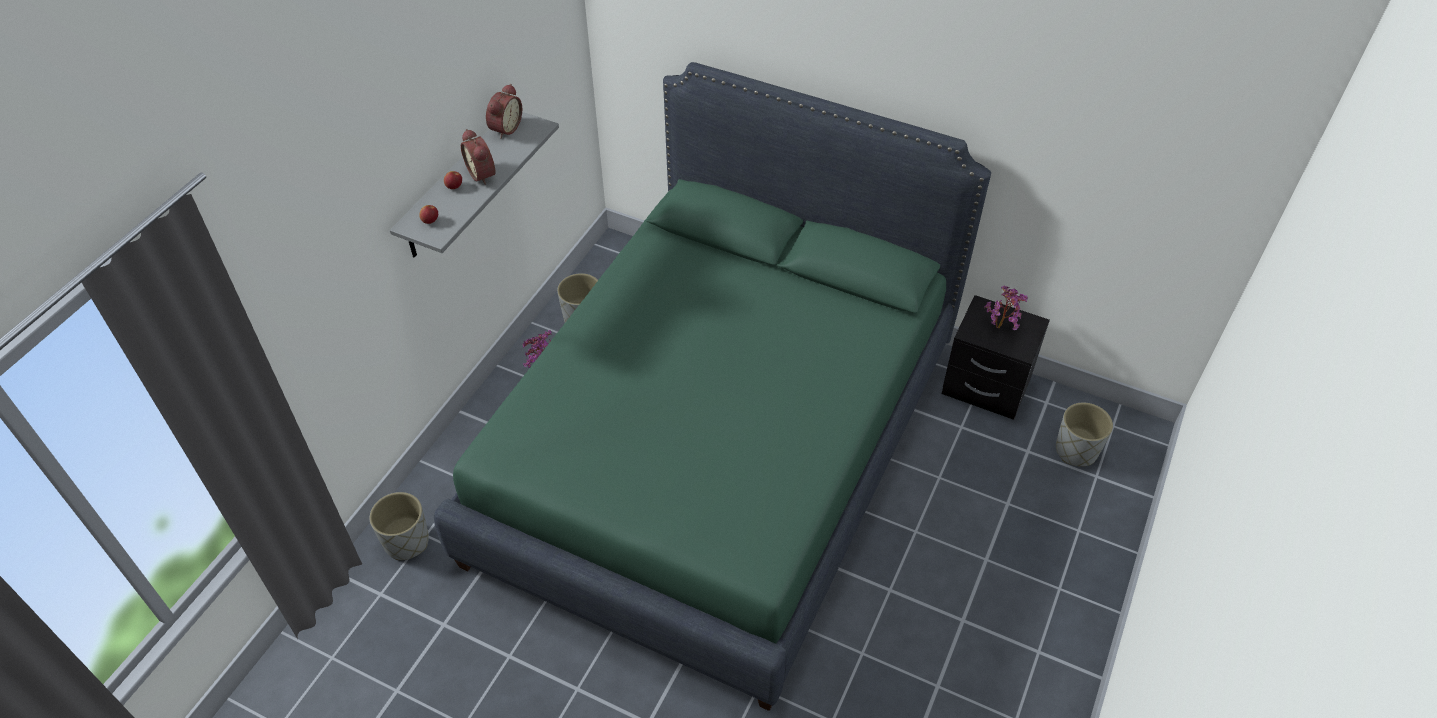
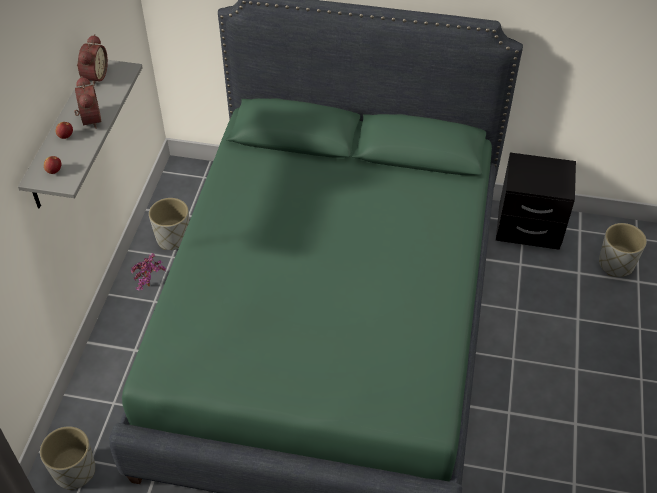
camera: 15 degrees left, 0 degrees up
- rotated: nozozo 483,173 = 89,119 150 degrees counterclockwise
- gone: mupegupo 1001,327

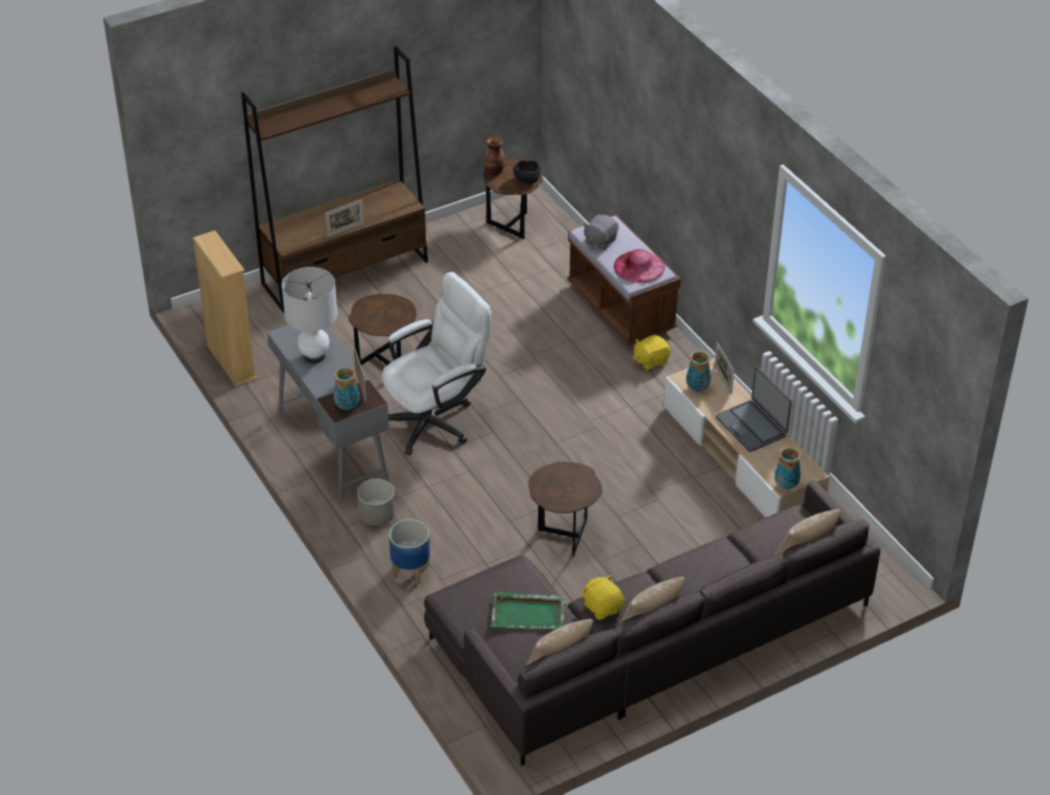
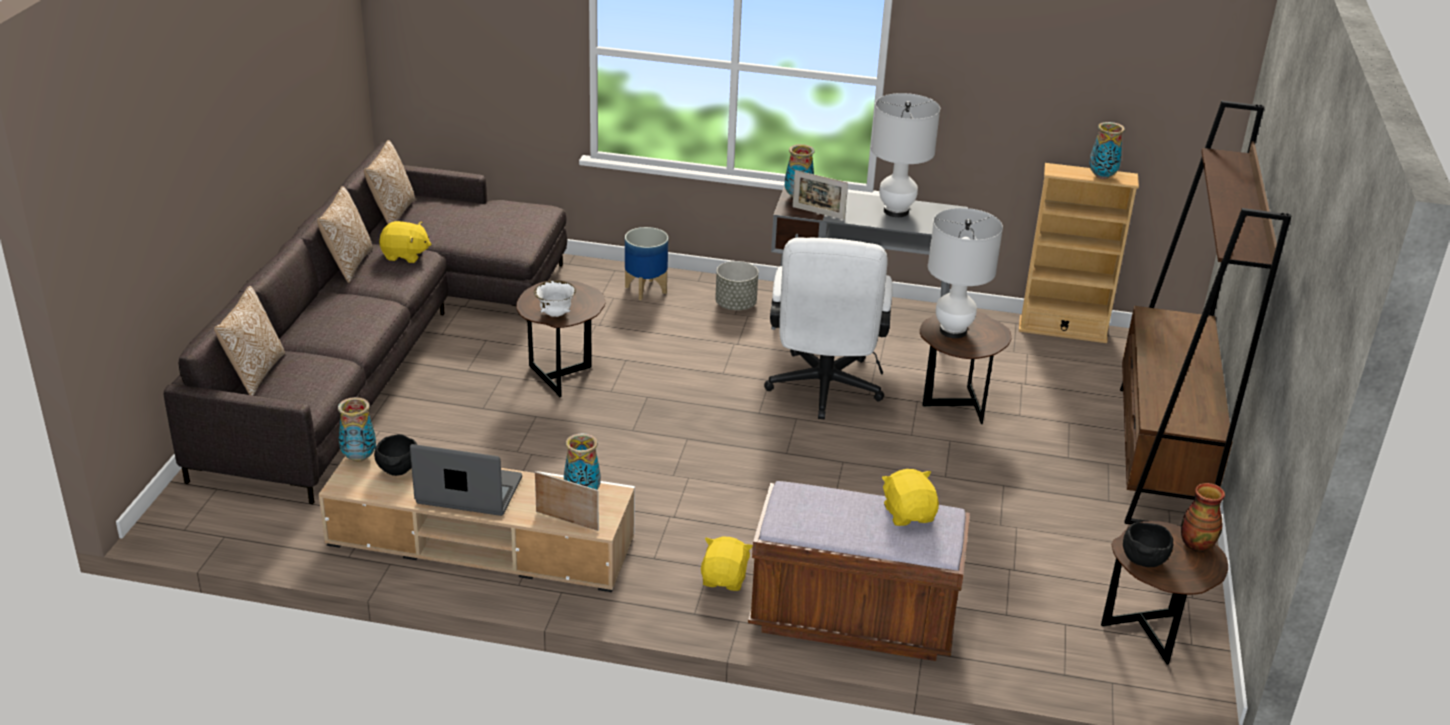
camera: 130 degrees right, 10 degrees down
- new: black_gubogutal 398,471
- new: white_gubogutal 555,314
- repainted: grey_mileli 600,241 to yellow_mileli 909,514
- new: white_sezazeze 952,331
- new: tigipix 1101,176
- gone: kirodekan 345,230
- gone: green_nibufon 529,613
- gone: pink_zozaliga 639,267

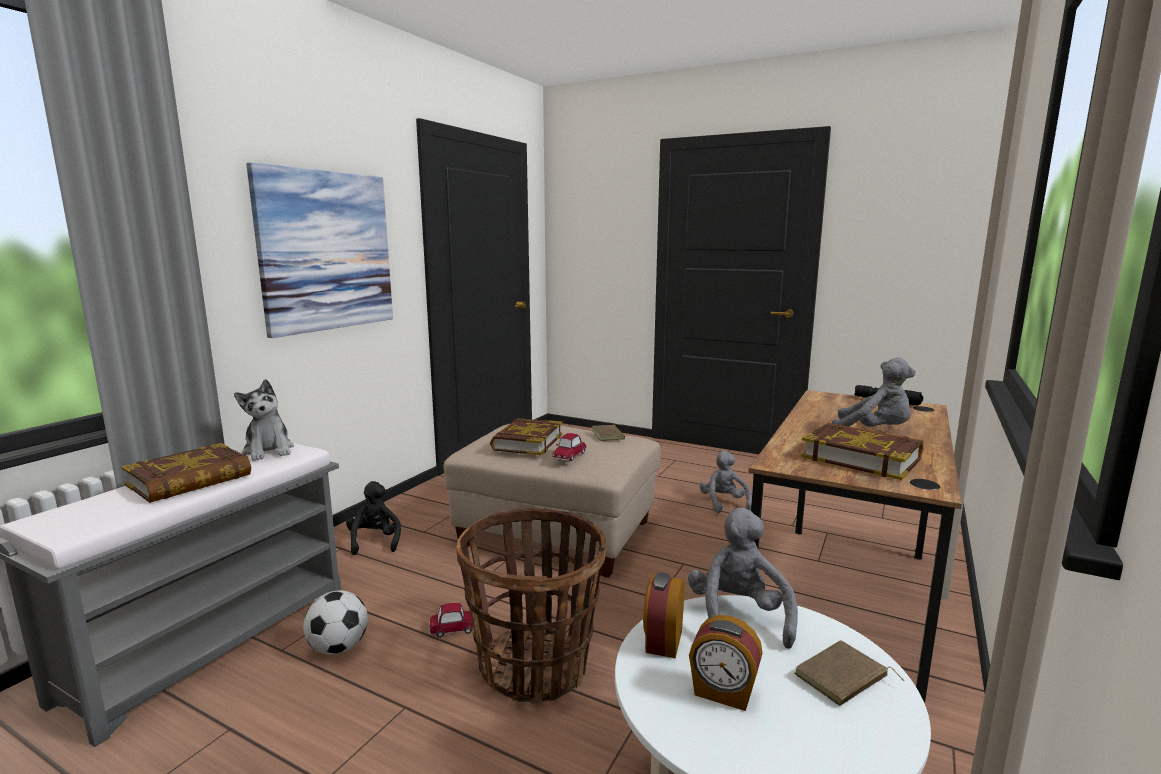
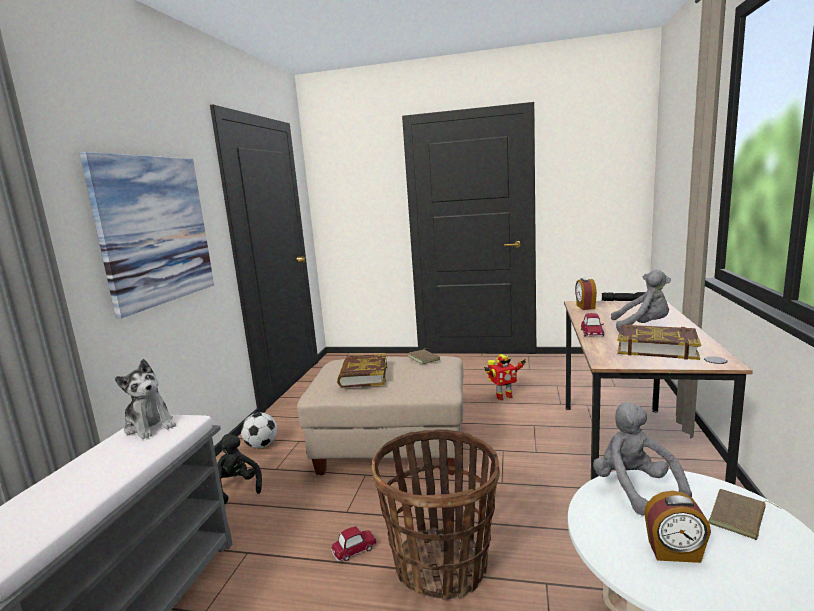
camera: 15 degrees left, 0 degrees up
- shifted: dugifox 338,648 to 261,445
- swapped: grey_mileli 724,503 to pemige 503,396
- shifted: nozozo 662,641 to 585,307
- shifted: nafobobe 569,455 to 592,333
- gone: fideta 190,480

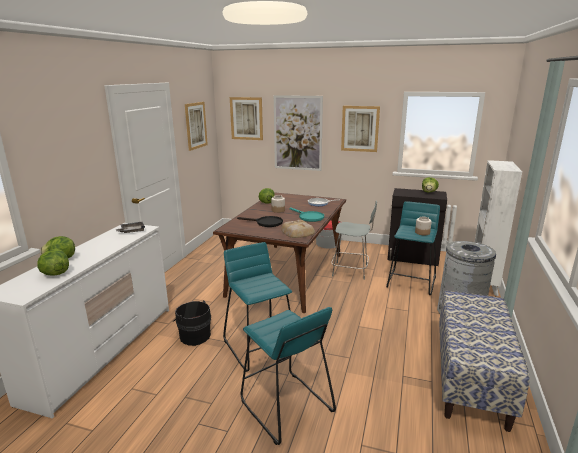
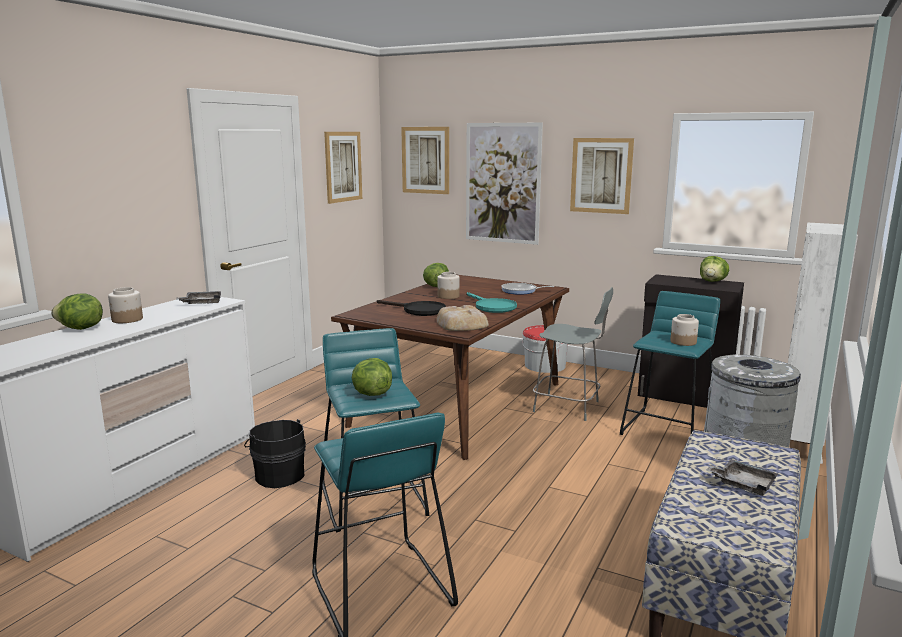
camera: 10 degrees right, 5 degrees down
- new: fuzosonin 127,319
- shifted: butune 55,273 to 371,394
- new: grey_nibufon 743,484

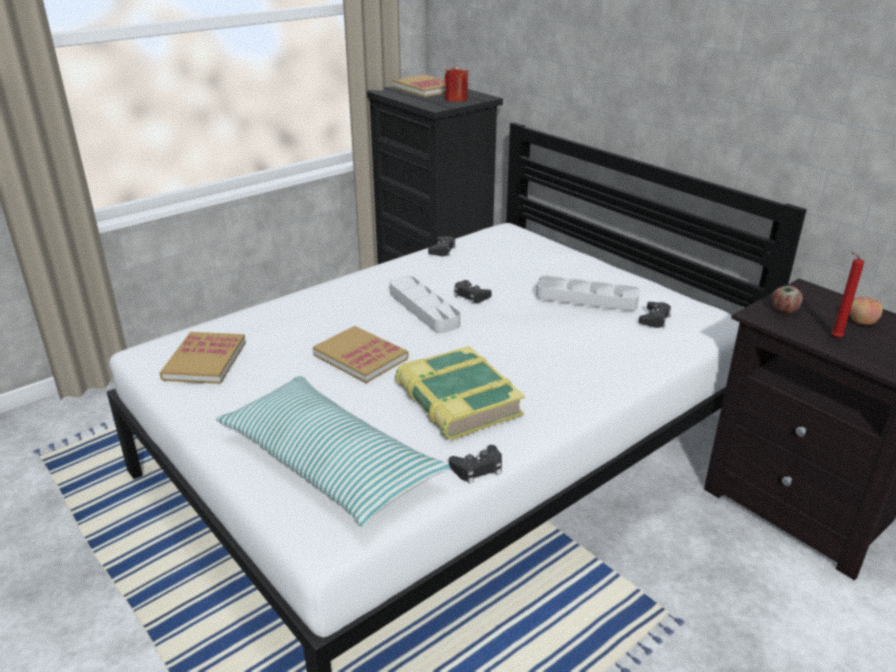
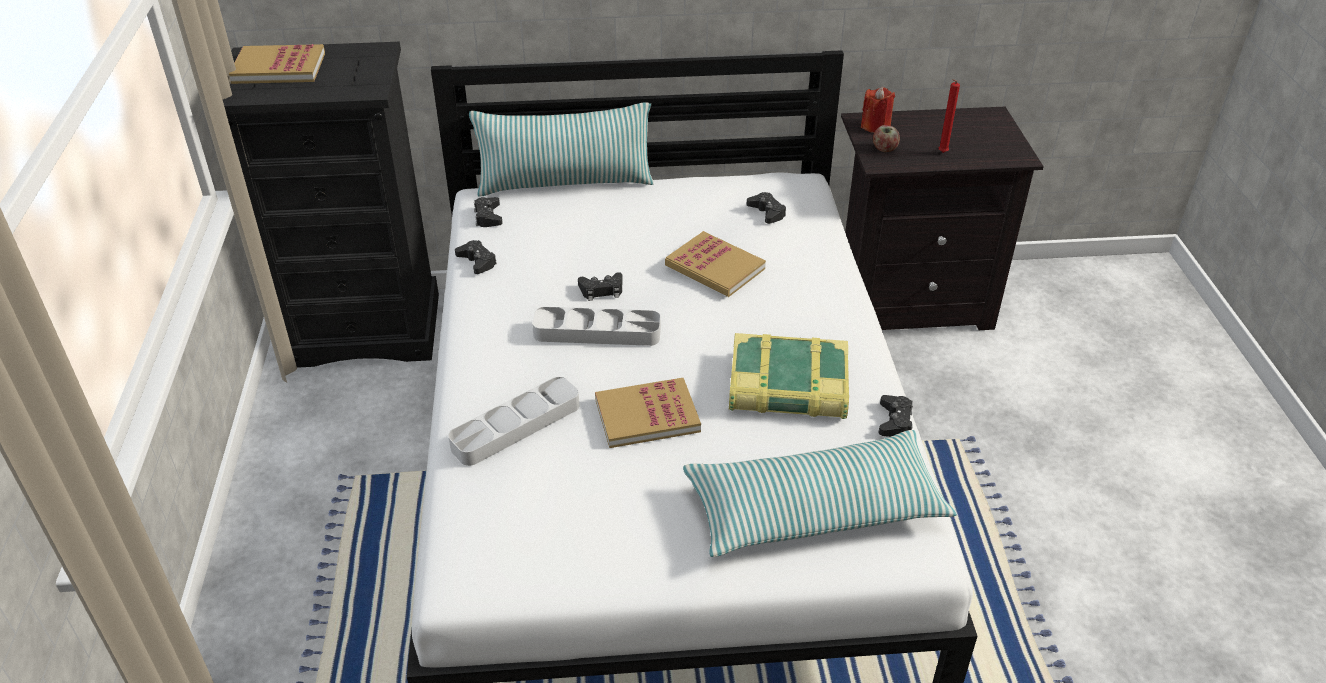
camera: 55 degrees left, 10 degrees up
- shifted: grey_nibufon 586,298 to 516,426
- new: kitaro 565,183
- new: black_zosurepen 488,217
- shifted: fideta 205,361 to 715,267
- shifted: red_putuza 456,99 to 875,126
- gone: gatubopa 861,322

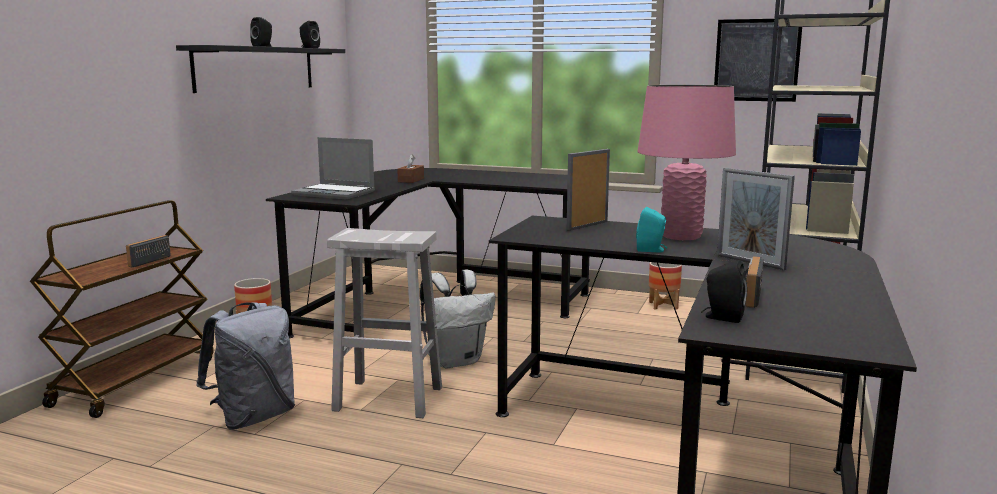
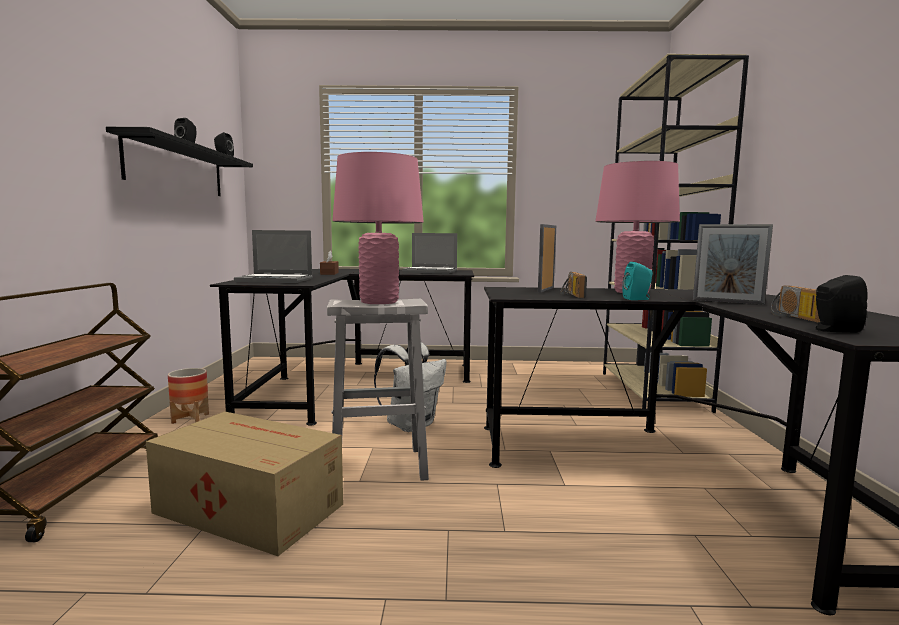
camera: 20 degrees left, 5 degrees down
- swapped: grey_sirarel 254,417 to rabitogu 248,507
- new: pink_sezazeze 379,302
- new: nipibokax 431,272
- shifted: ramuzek 147,260 to 571,295
- gone: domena 663,305
- gone: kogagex 756,60

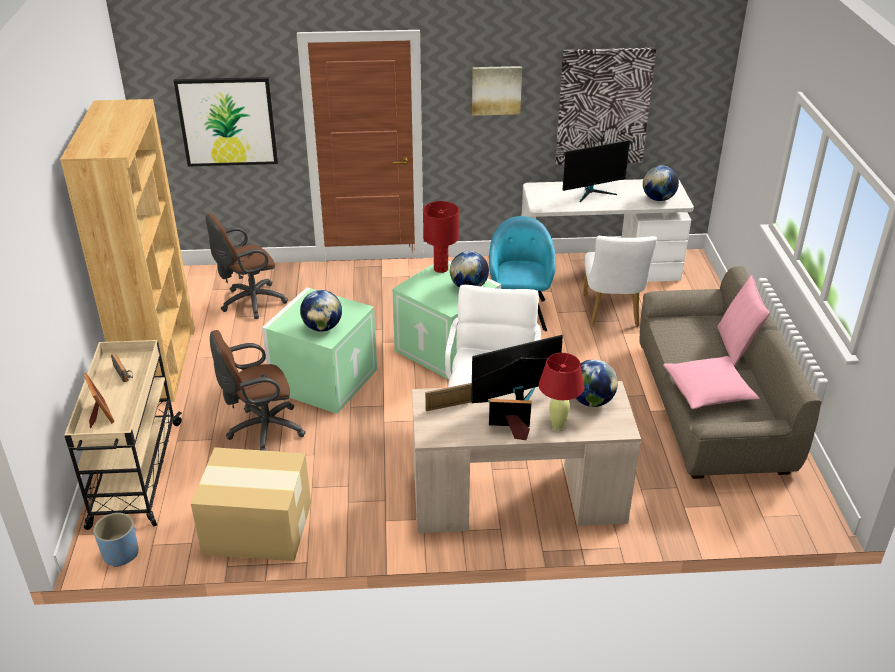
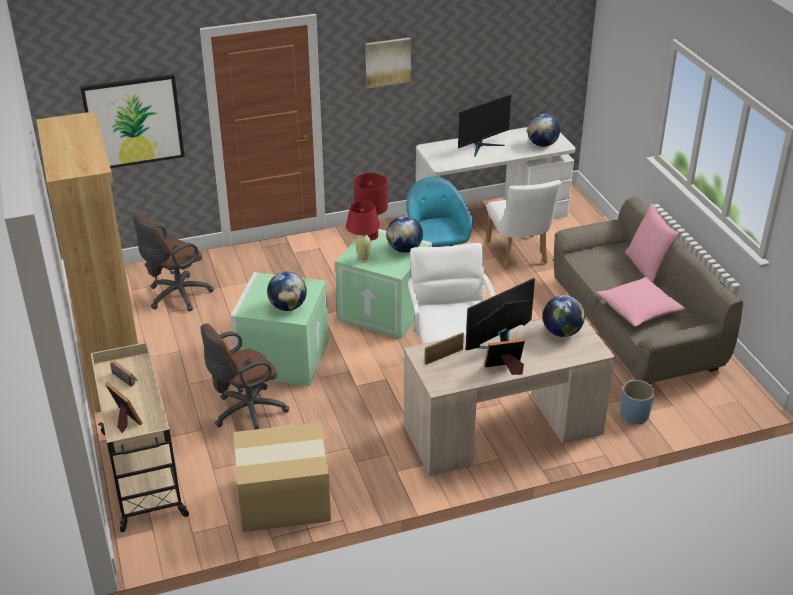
camera: 15 degrees left, 0 degrees up
- shifted: red_sezazeze 557,426 to 363,259
- shifted: blue_domena 120,554 to 634,415
- gone: kogagex 603,107

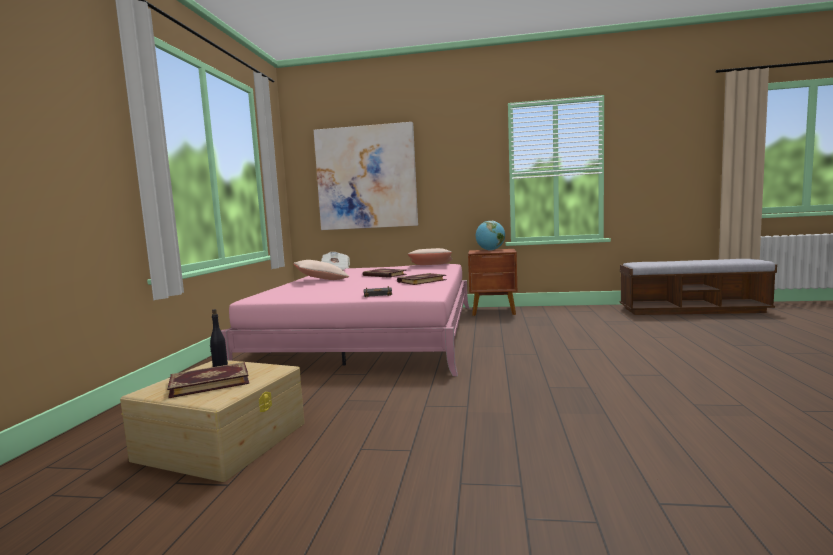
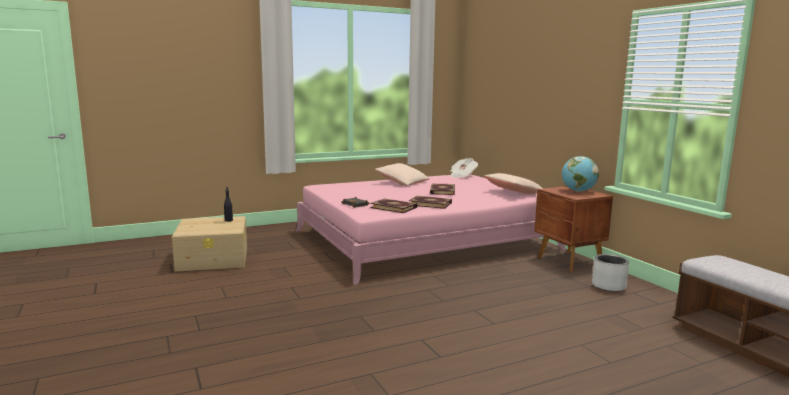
camera: 55 degrees right, 5 degrees up
- shifted: fideta 209,382 to 394,207
- new: grey_domena 609,286
- gone: kogagex 366,178

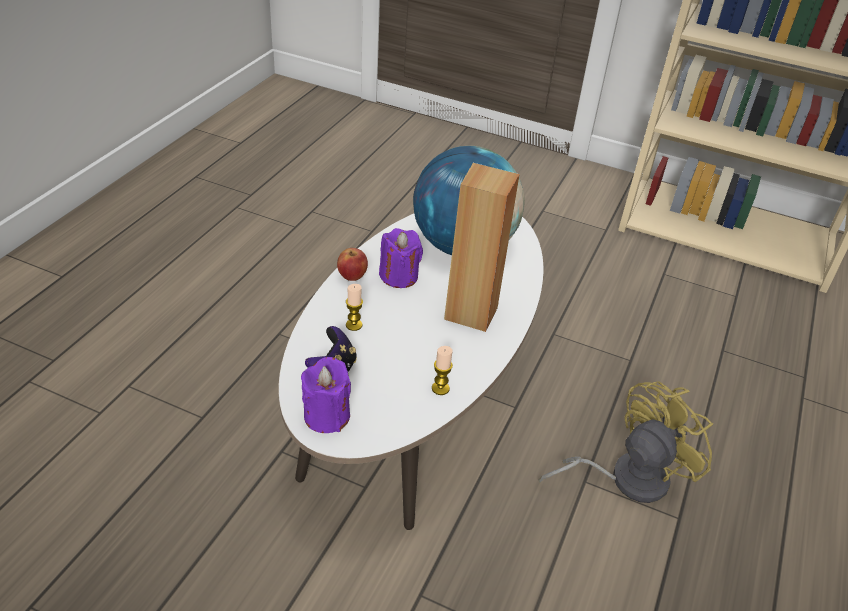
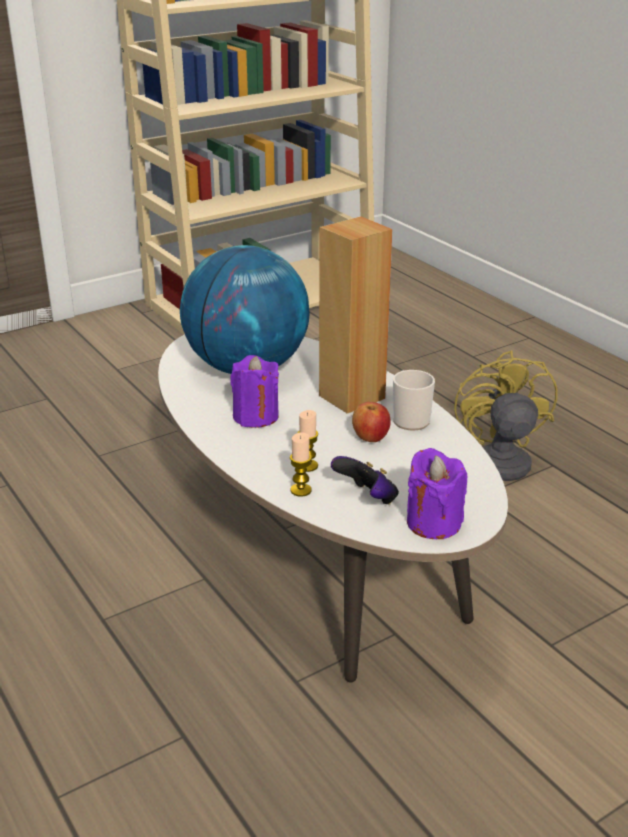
camera: 55 degrees left, 10 degrees down
- shifted: putuza 440,388 to 301,490
- shifted: gatubopa 352,276 to 370,438
- new: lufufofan 409,419

